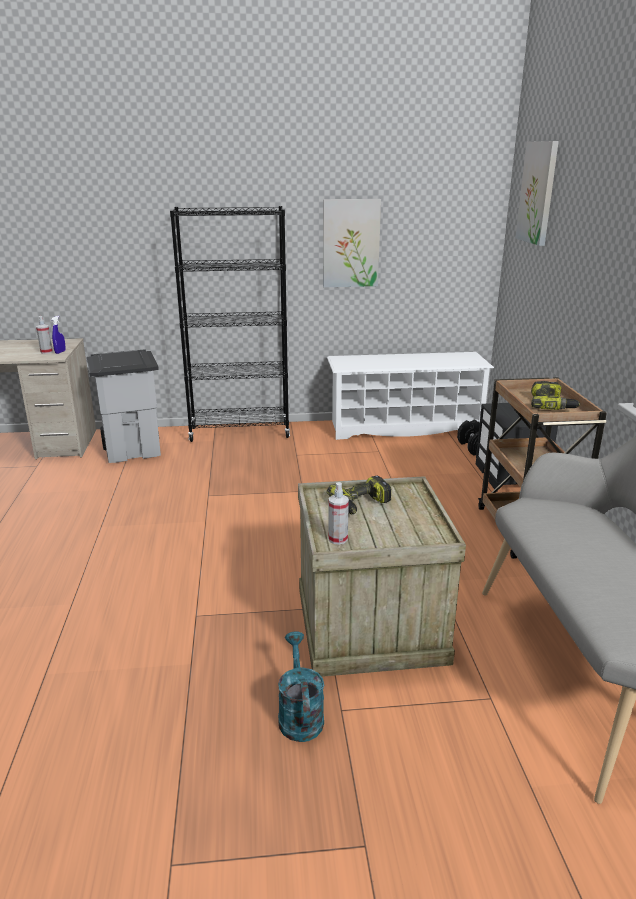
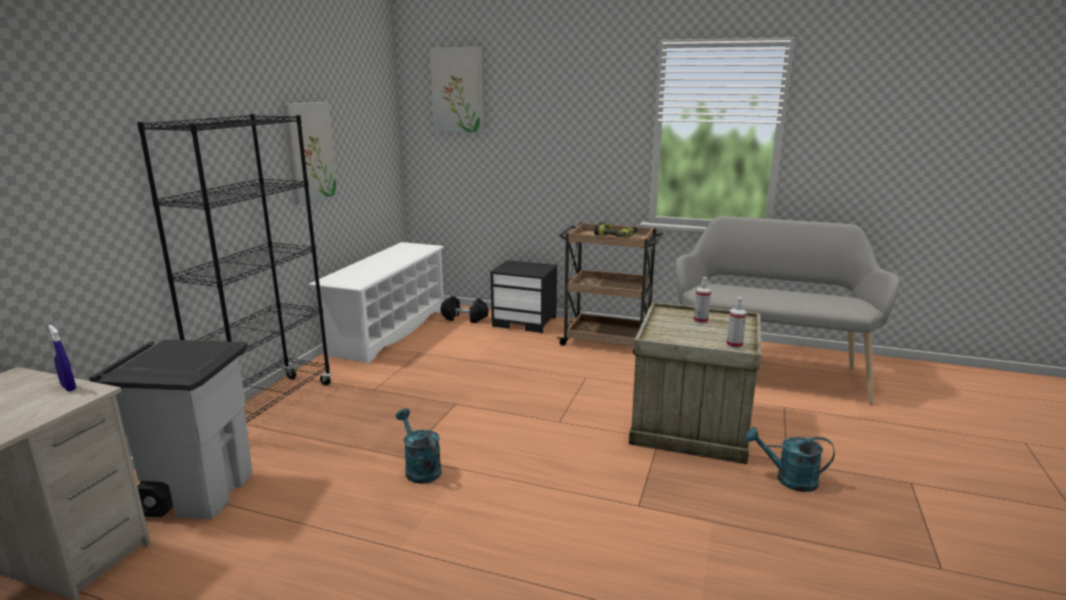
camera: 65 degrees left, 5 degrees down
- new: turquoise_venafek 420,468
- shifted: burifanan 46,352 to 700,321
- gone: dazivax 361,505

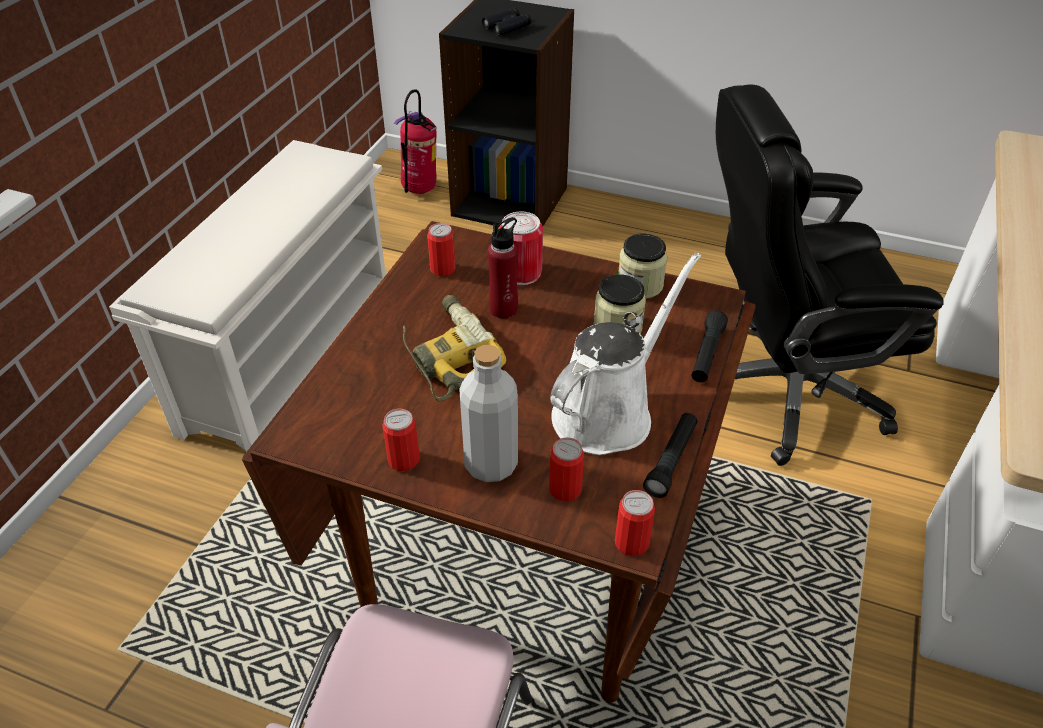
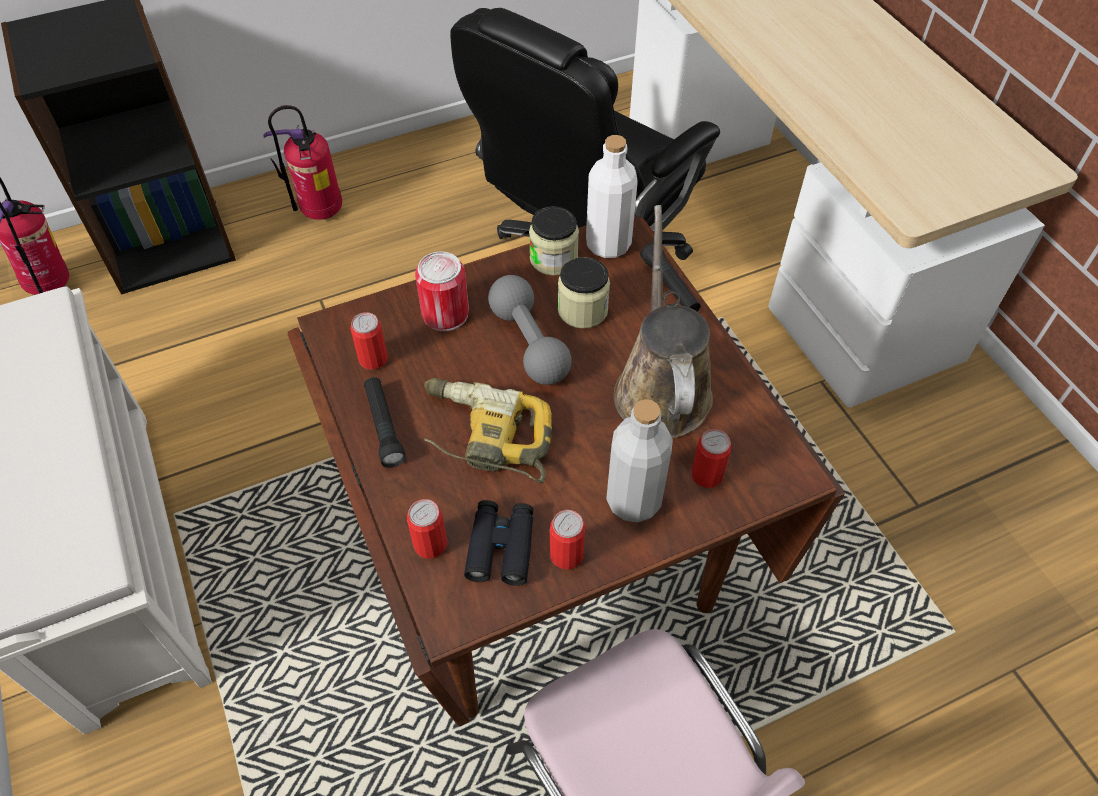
camera: 45 degrees left, 10 degrees up
- new: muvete 320,213
- shifted: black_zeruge 671,460 to 384,427
- shifted: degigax 631,542 to 430,544
- shifted: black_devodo 507,27 to 501,547
- new: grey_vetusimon 529,343
- new: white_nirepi 608,244
- repainted: white_venafek 608,411 to brown_venafek 661,387
- gone: red_nirepi 503,309

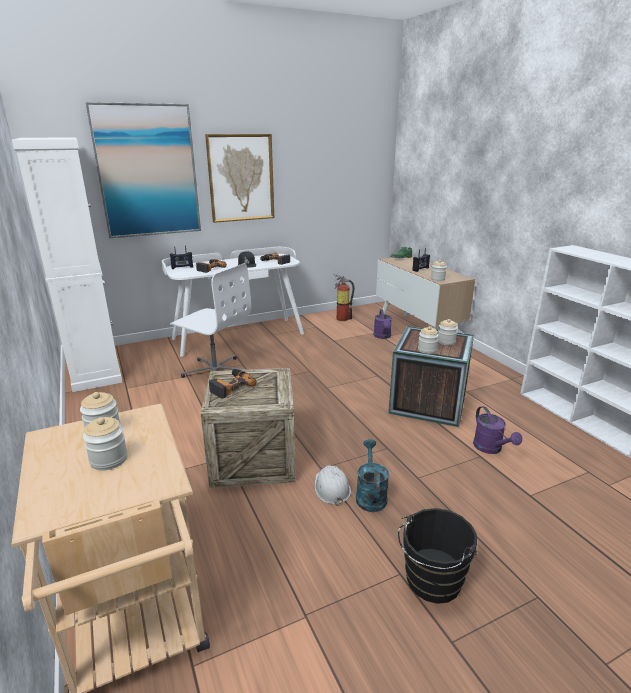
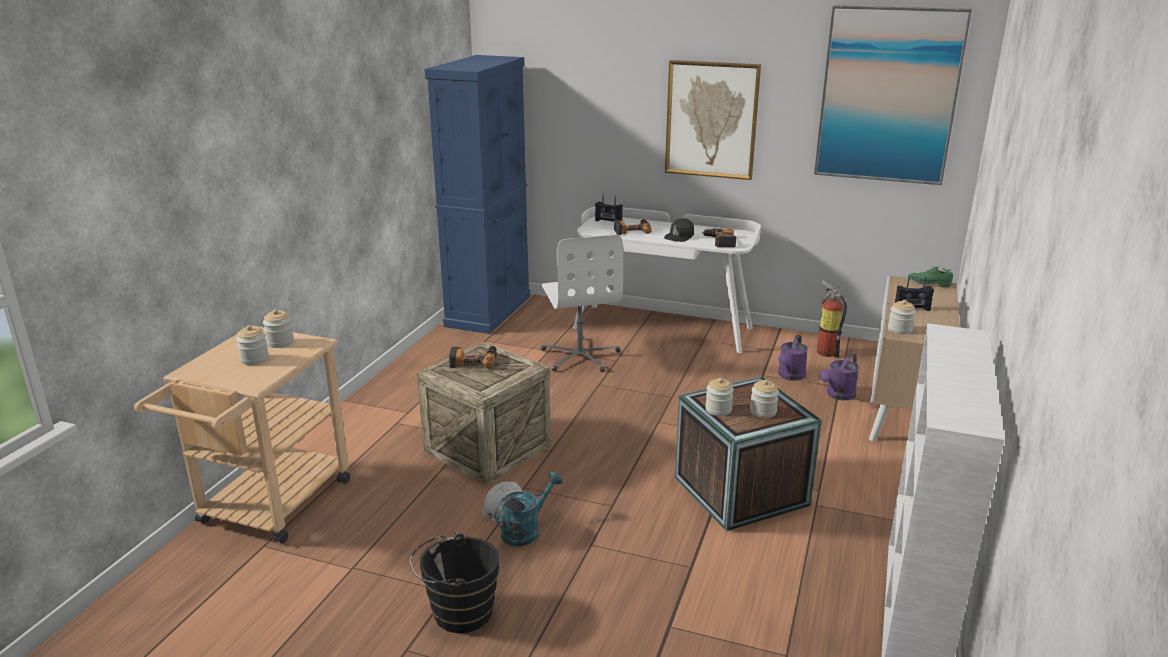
camera: 45 degrees right, 0 degrees up
- repainted: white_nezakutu 95,368 to blue_nezakutu 489,311
- shifted: purple_venafek 491,449 to 790,376
- shifted: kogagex 148,171 to 888,96

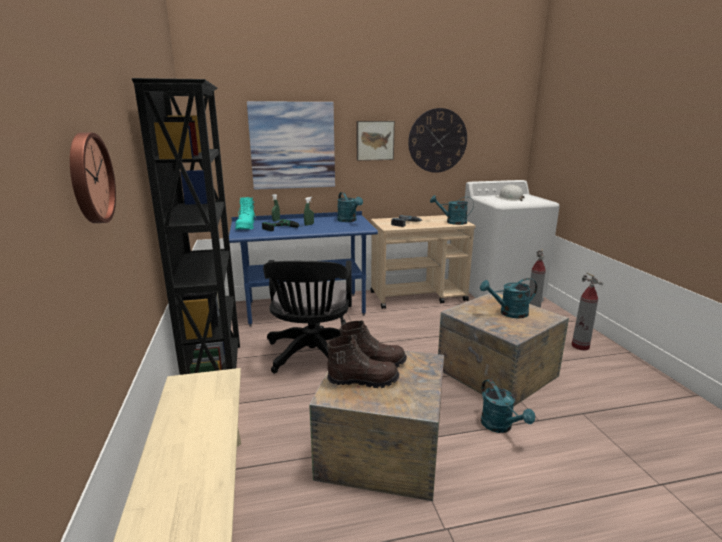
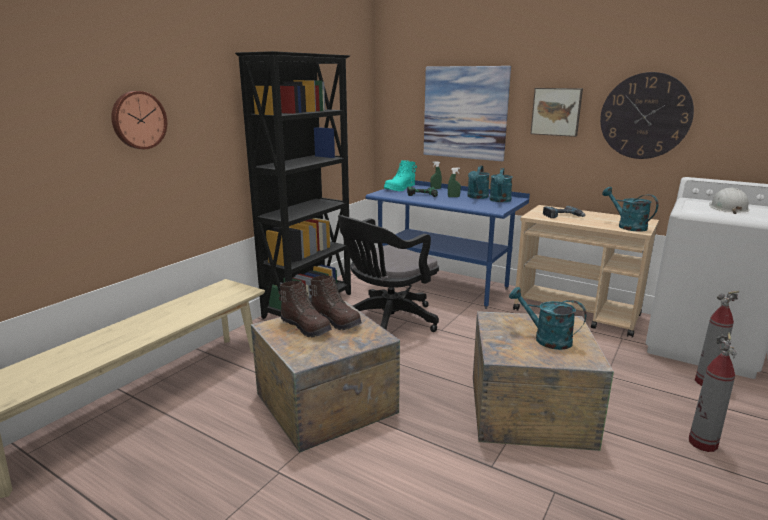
camera: 45 degrees right, 0 degrees up
- shifted: turquoise_venafek 500,426 to 477,197

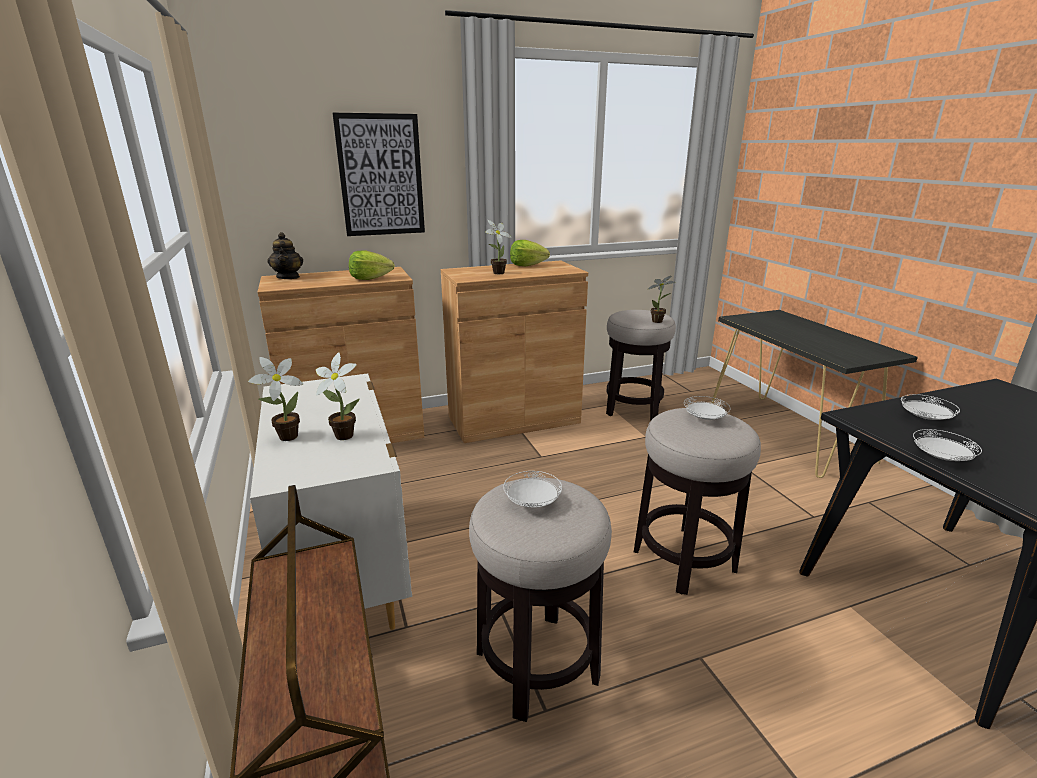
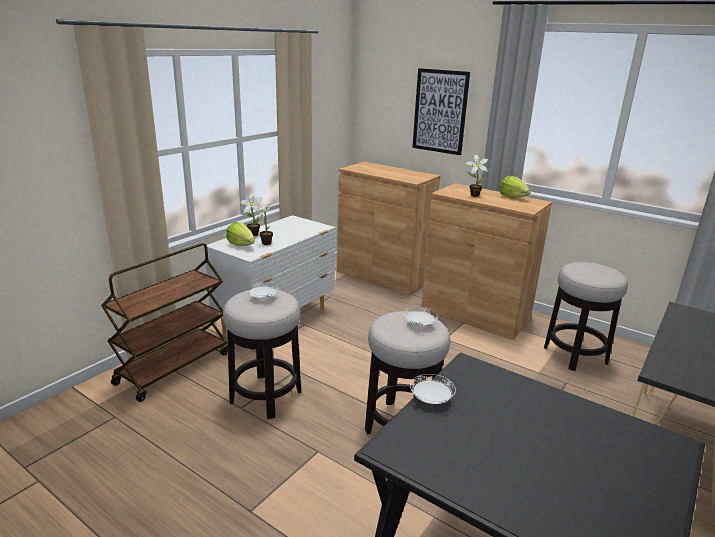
camera: 55 degrees right, 0 degrees up
- shifted: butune 370,278 to 241,245
- gone: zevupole 288,277
- gone: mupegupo 659,321
- gone: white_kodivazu 925,419

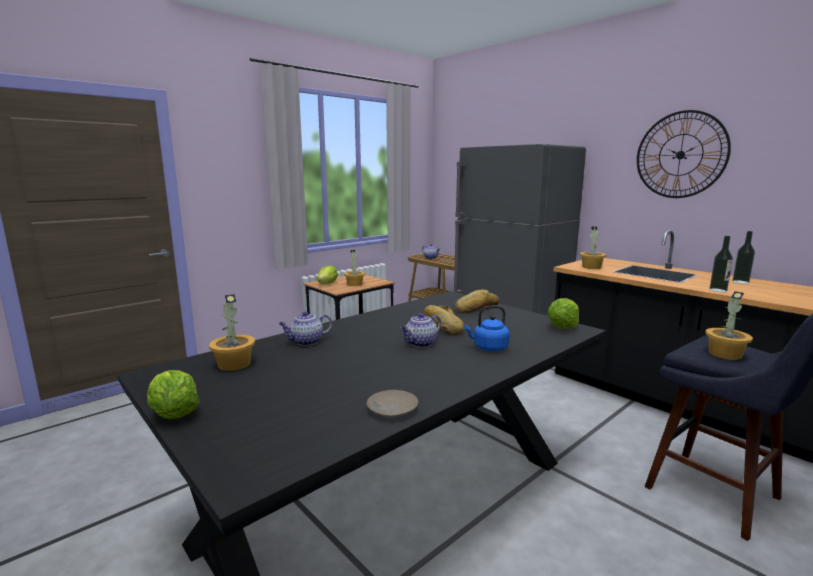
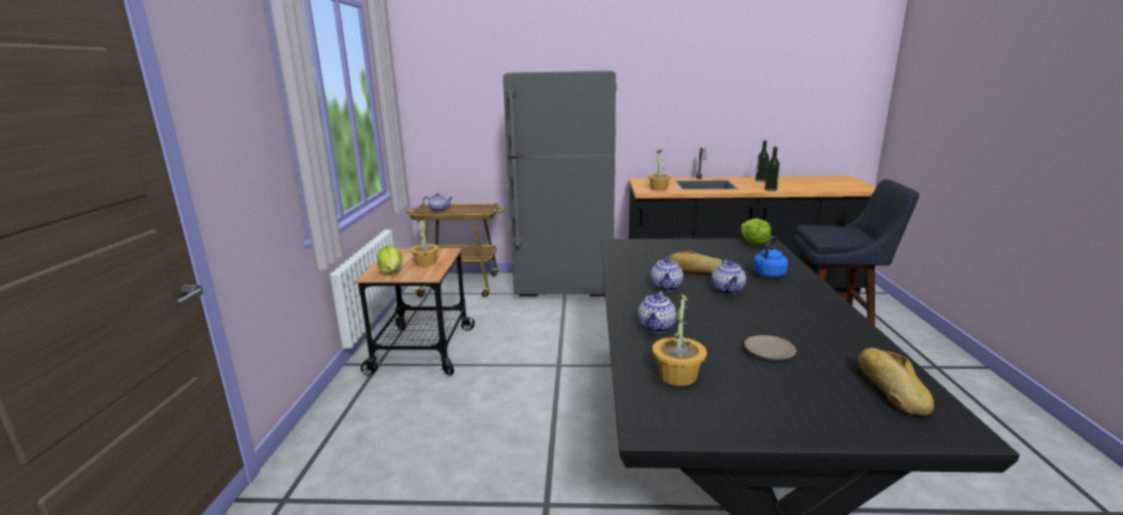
camera: 45 degrees left, 5 degrees up
- new: zevupole 666,287
- shifted: beige_kodivazu 392,409 to 769,353
- shifted: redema 475,308 to 890,388
- gone: butune 173,414
- gone: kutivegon 680,155
- gone: mupegupo 725,354

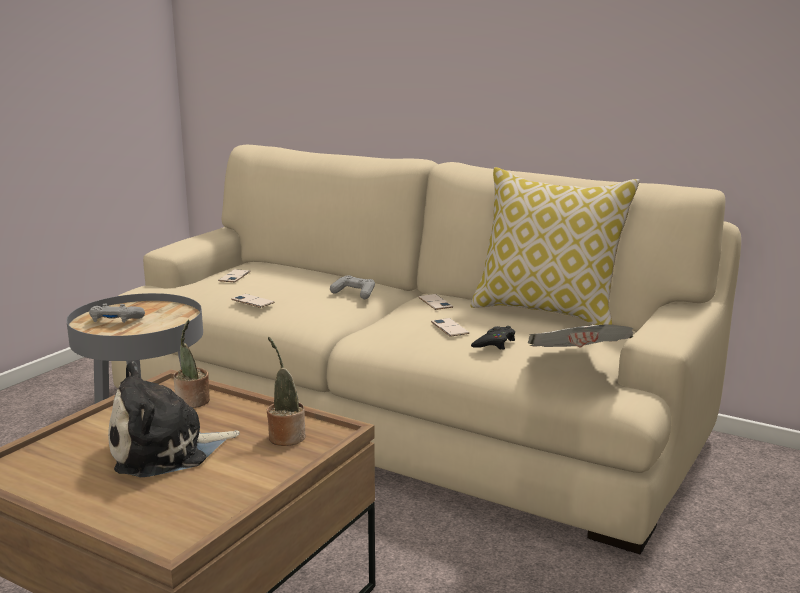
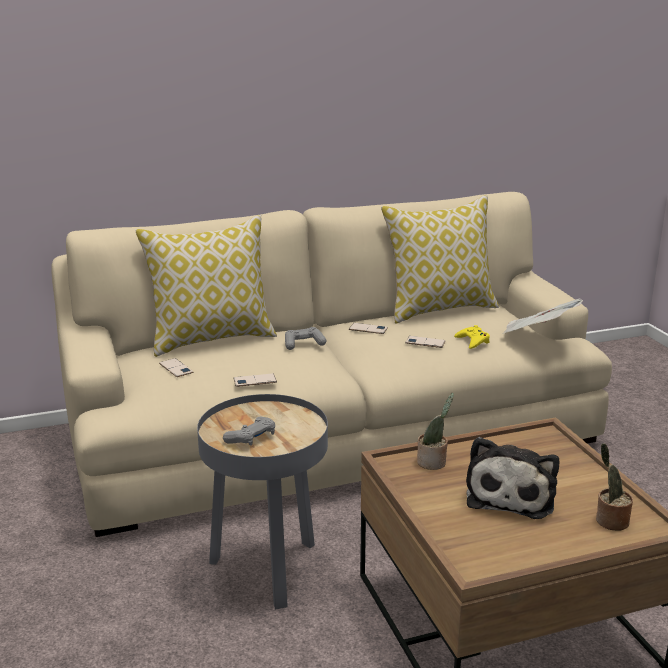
camera: 50 degrees left, 5 degrees up
- new: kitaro 212,339
- repainted: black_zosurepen 494,343 to yellow_zosurepen 473,341
- shifted: mupegupo 285,436 to 609,521

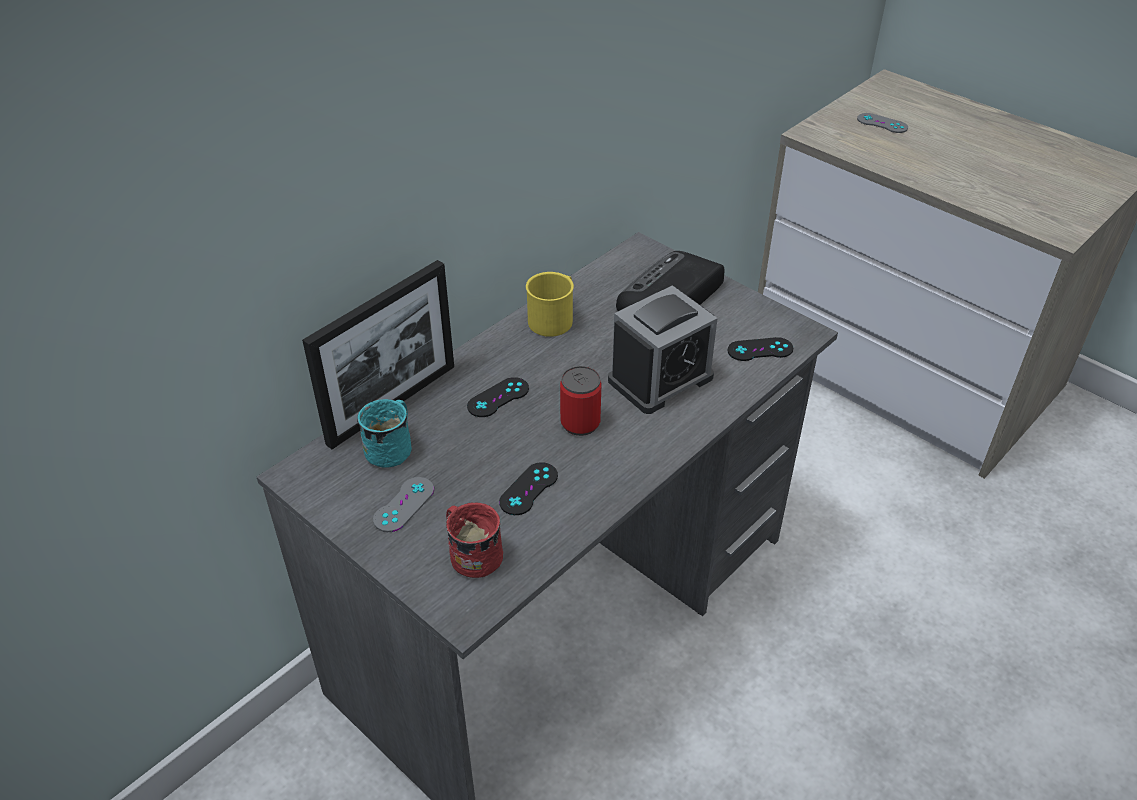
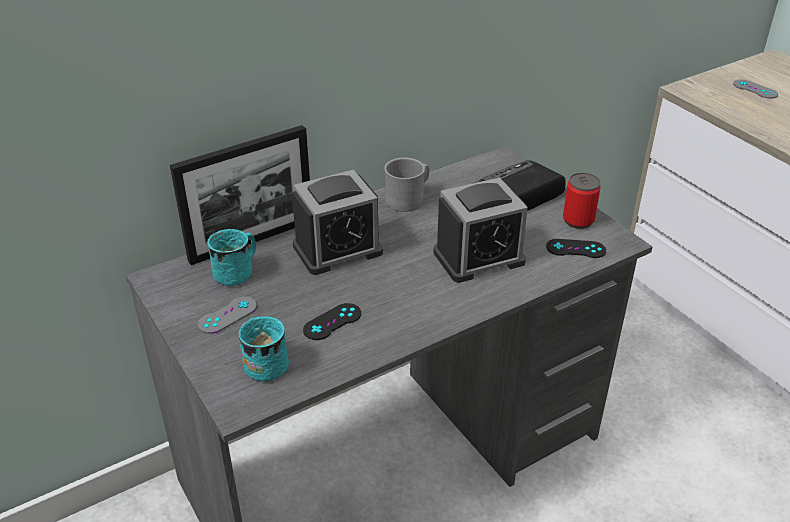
camera: 15 degrees right, 5 degrees down
- repainted: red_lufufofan 472,553 to turquoise_lufufofan 264,362
- swapped: black_zosurepen 498,397 to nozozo 337,249
- repainted: yellow_lufufofan 554,318 to grey_lufufofan 409,198
- shifted: degigax 580,423 to 578,220

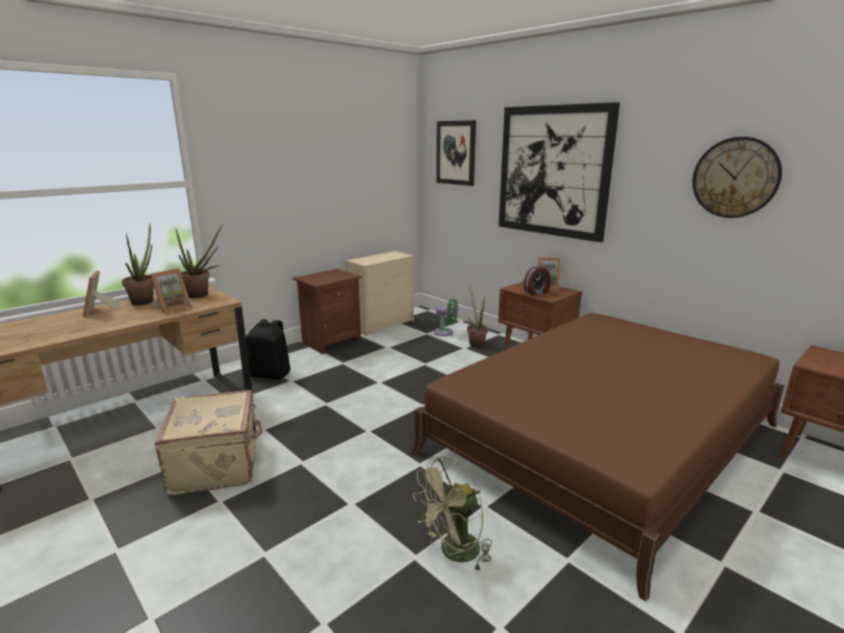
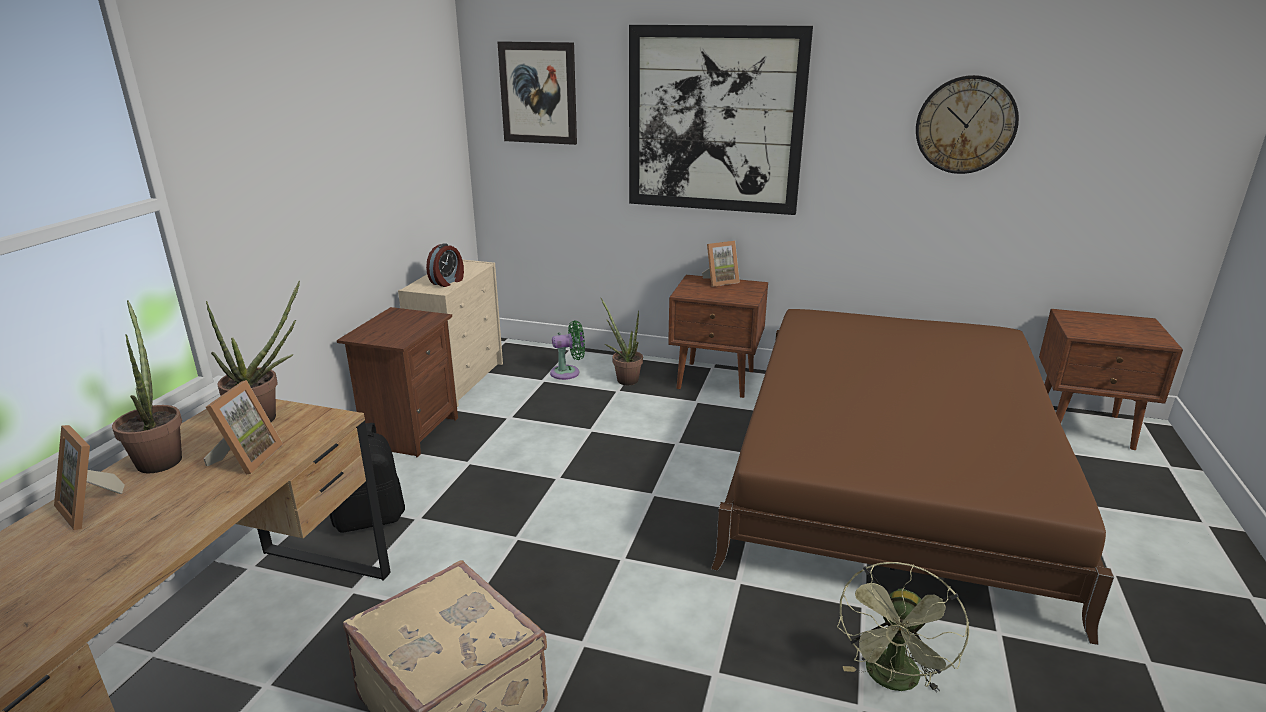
camera: 30 degrees left, 5 degrees up
- shifted: nozozo 537,293 to 447,282

